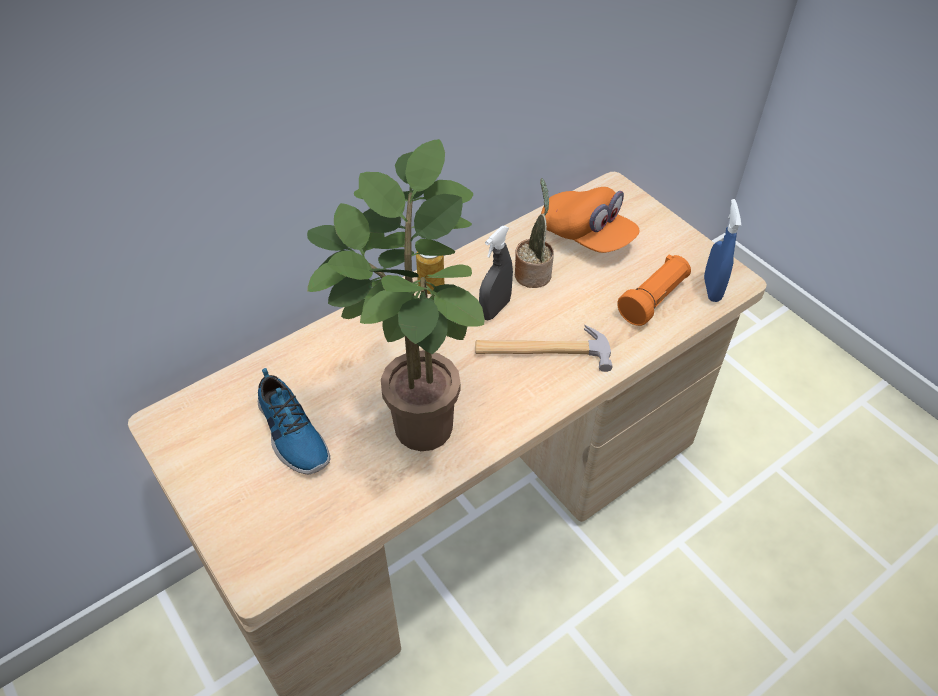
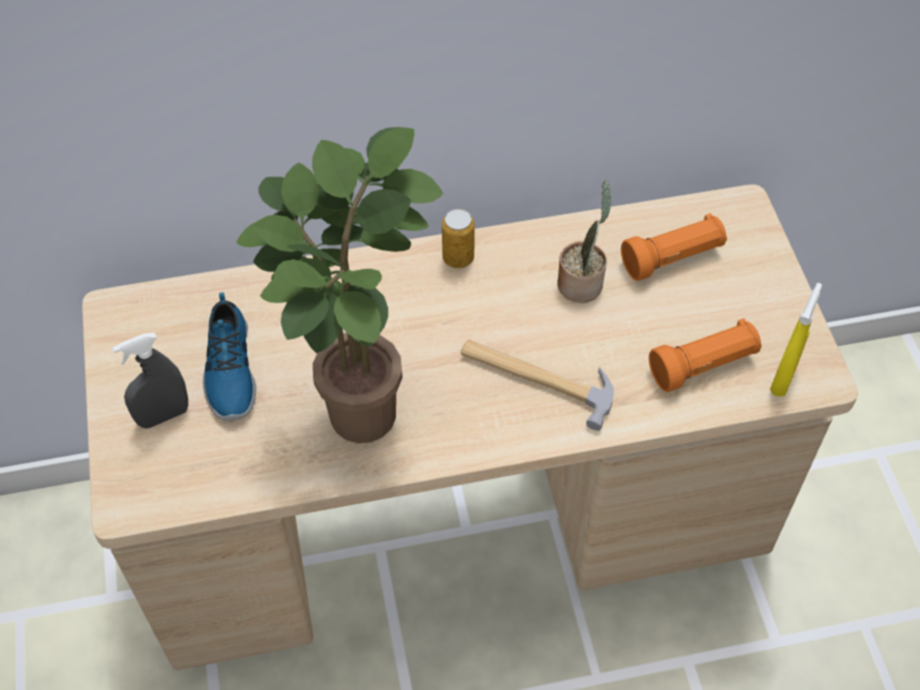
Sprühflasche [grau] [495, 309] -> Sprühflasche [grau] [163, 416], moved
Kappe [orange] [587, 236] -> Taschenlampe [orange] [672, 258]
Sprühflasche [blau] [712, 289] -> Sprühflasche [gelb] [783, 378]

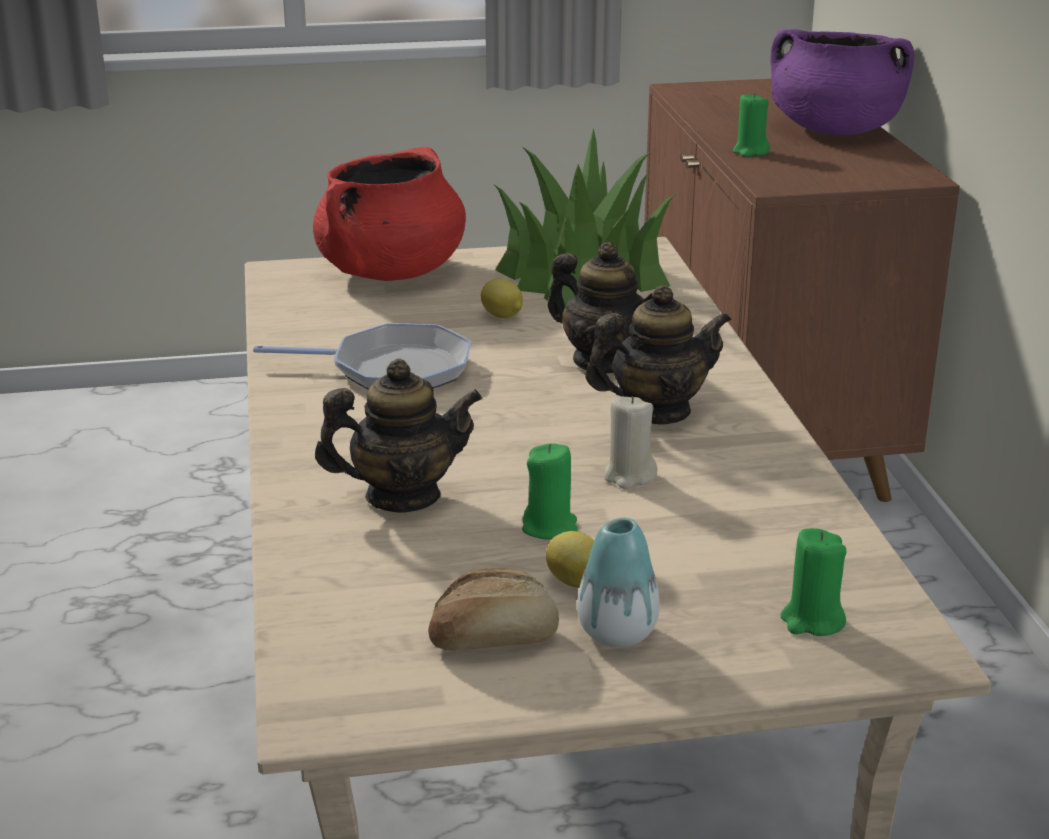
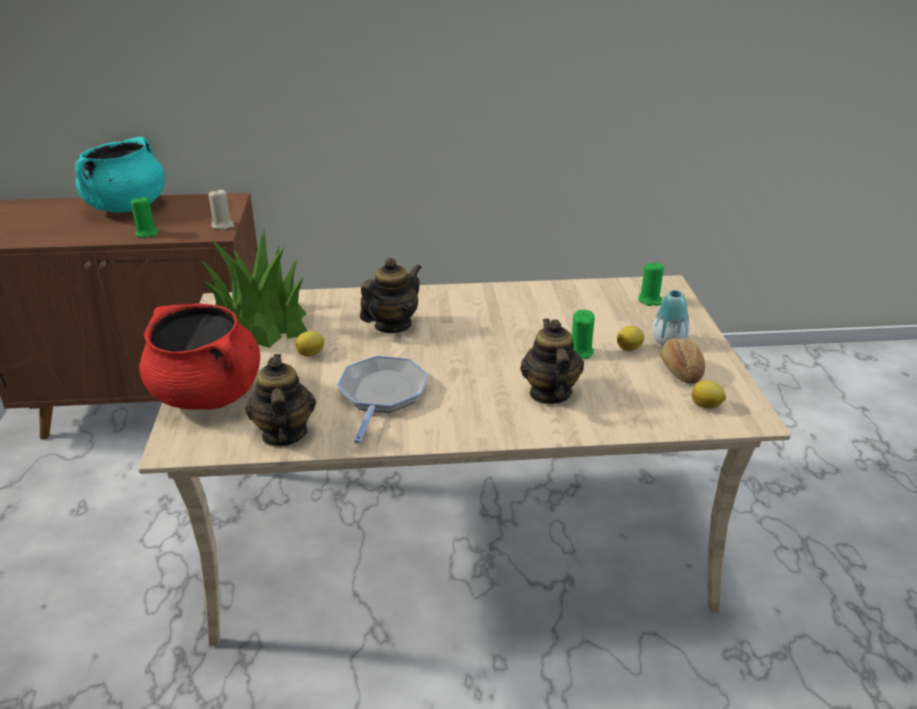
none -> Zitrone [706, 406]
Teekanne [656, 412] -> Teekanne [283, 434], moved
Kerze [beige] [629, 476] -> Kerze [beige] [223, 225], moved
Kochtopf [lila] [834, 130] -> Kochtopf [türkis] [126, 207]

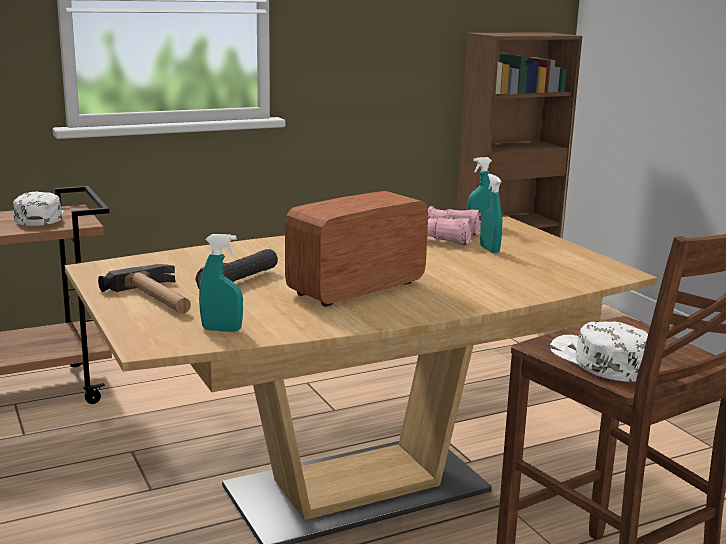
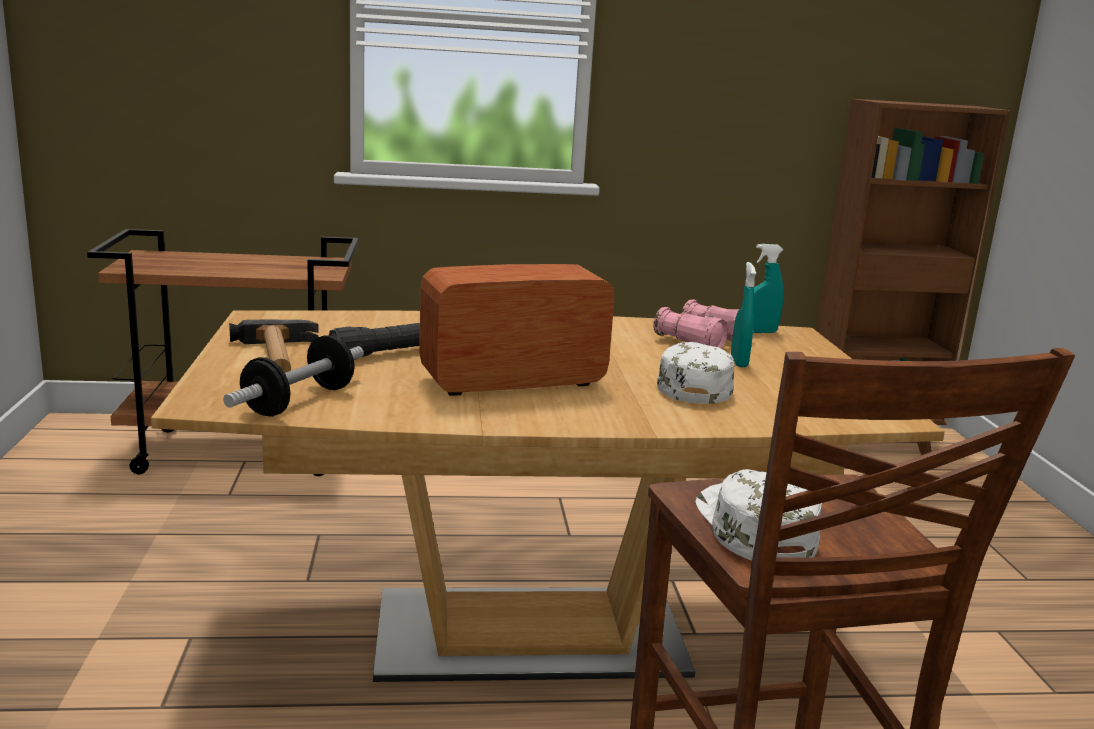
Kappe [weiß] [39, 217] -> Kappe [weiß] [693, 385], moved
Sprühflasche [türkis] [221, 330] -> Hantel [299, 401]

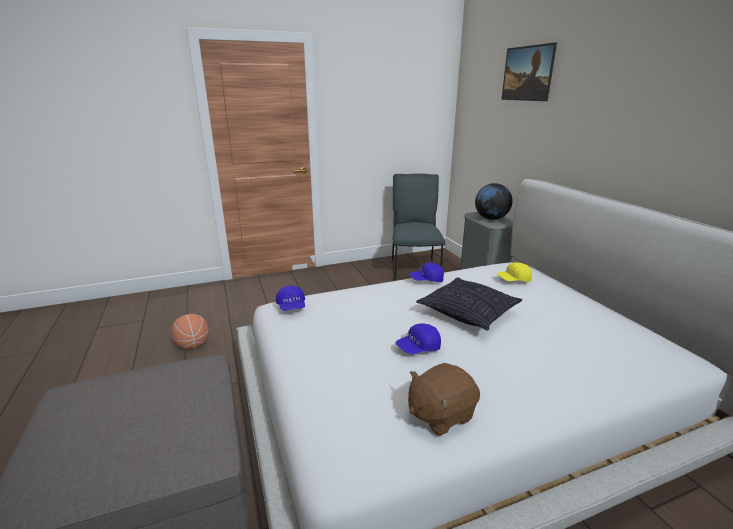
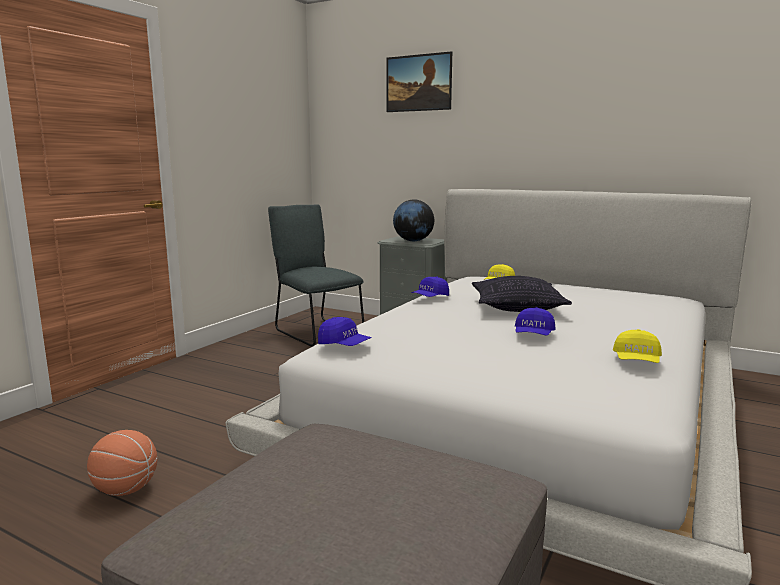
Plüschtier [braun] [440, 414] -> Kappe [gelb] [636, 361]

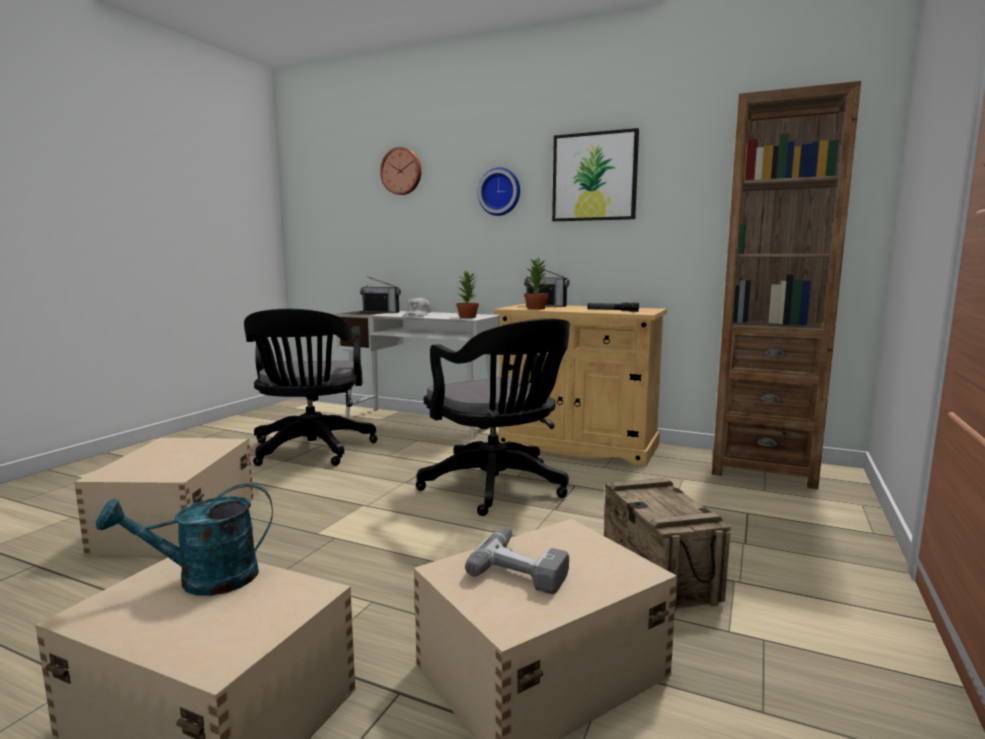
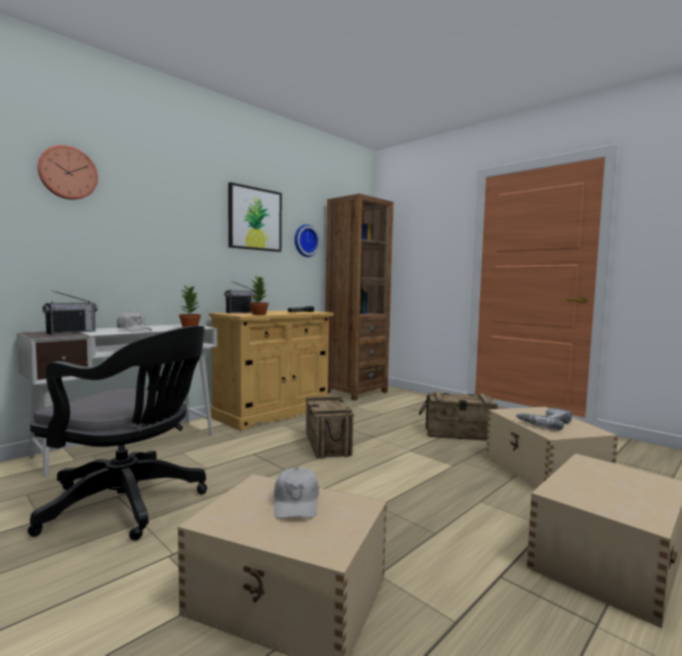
Gießkanne [türkis] [204, 580] -> none
none -> Kappe [weiß] [296, 503]
Wanduhr [500, 192] -> Wanduhr [305, 241], moved
Bürostuhl [schwarz] [498, 488] -> Kiste [328, 444]

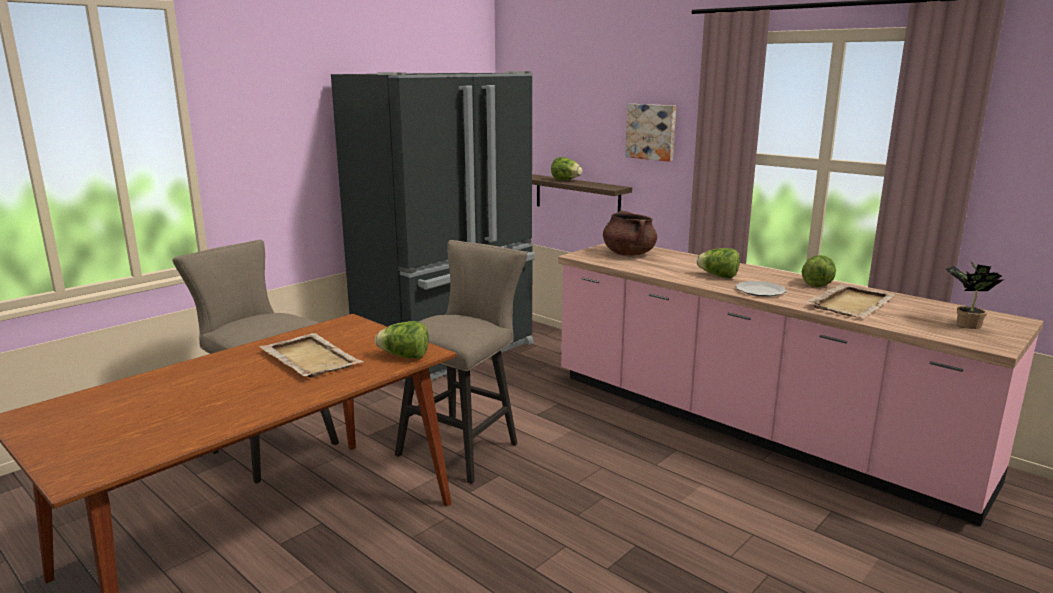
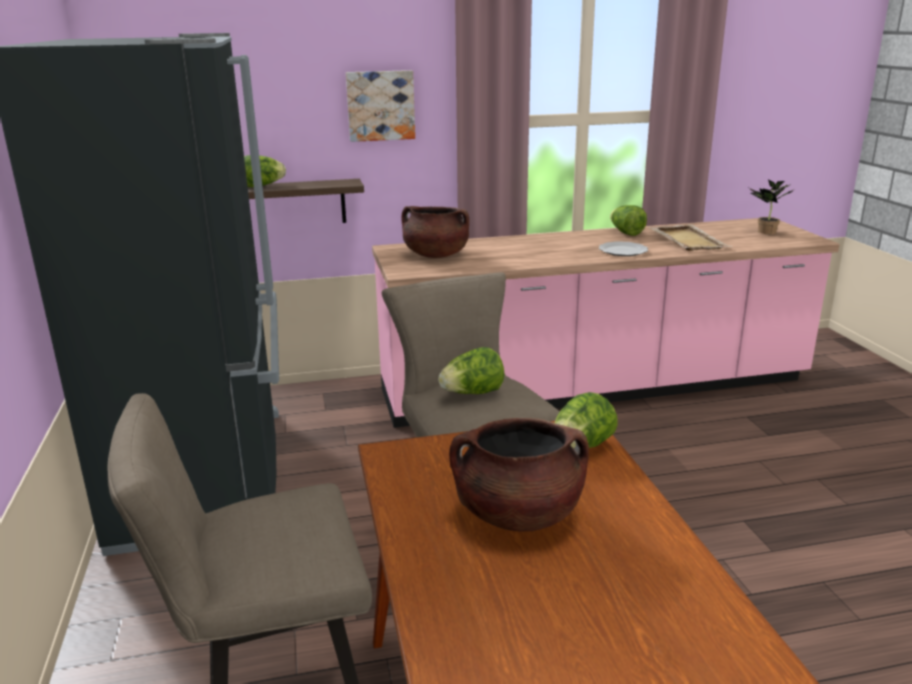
Salatkopf [718, 276] -> Salatkopf [472, 393], moved
Tablett [beige] [310, 358] -> Kochtopf [braun] [518, 514]

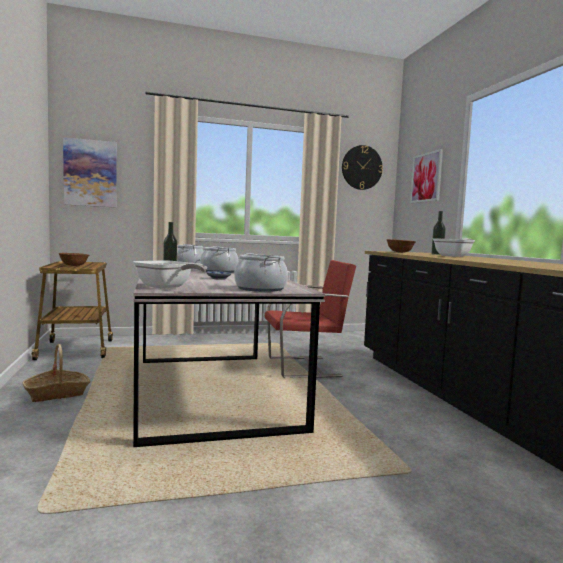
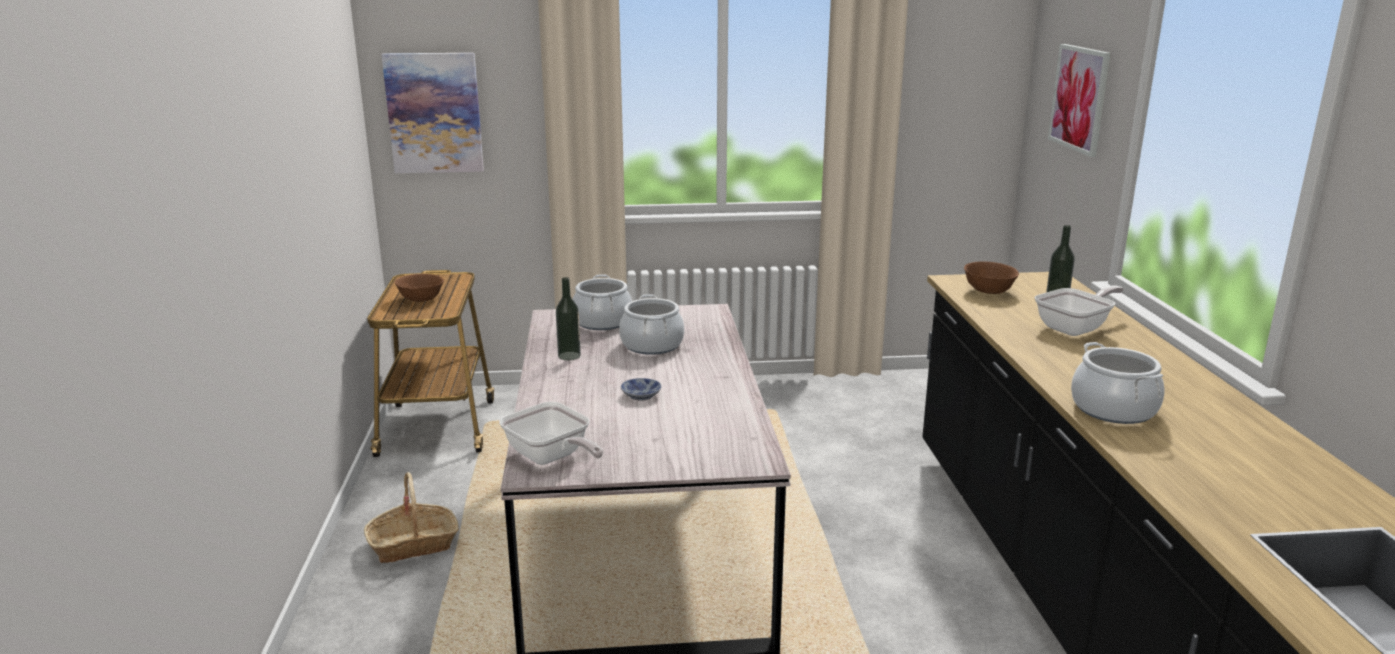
Stuhl [rot] [305, 367] -> none
Wanduhr [361, 167] -> none
Kochtopf [260, 289] -> Kochtopf [1113, 409], moved

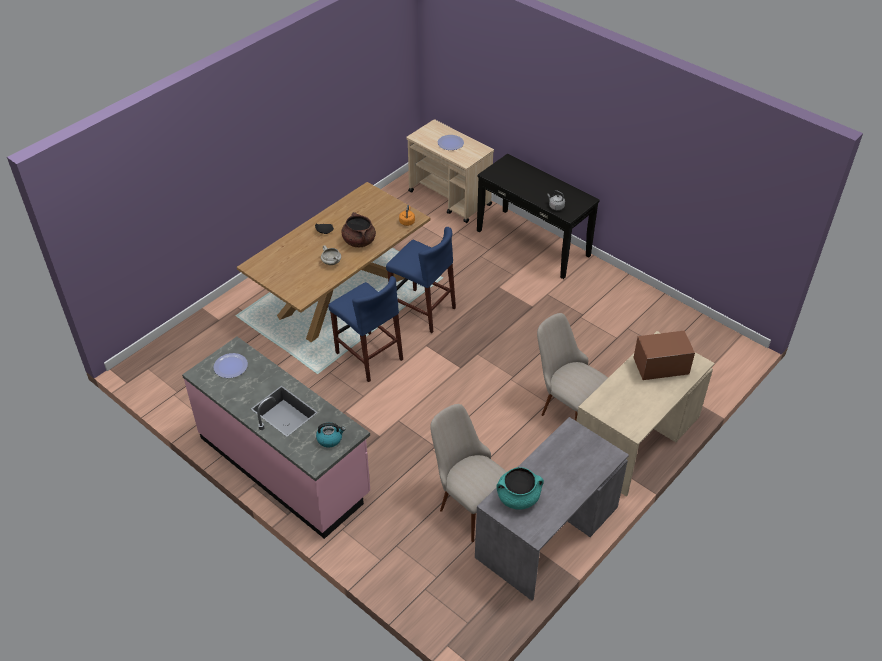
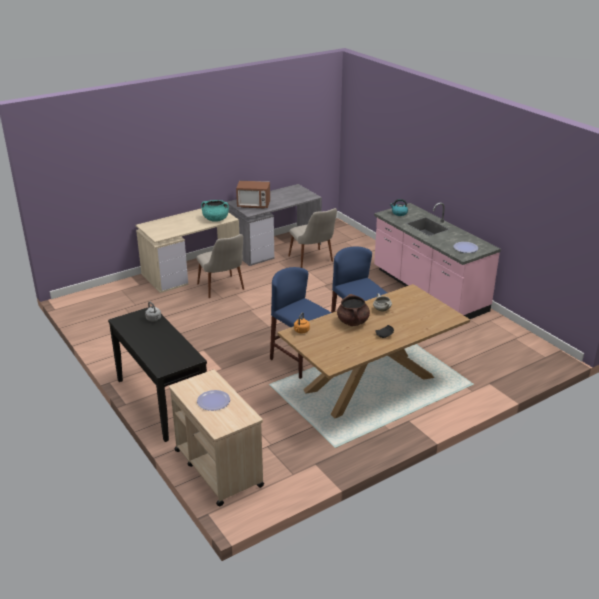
Kochtopf [türkis] [518, 497] -> Kochtopf [türkis] [215, 219], moved
Mikrowelle [660, 367] -> Mikrowelle [253, 205], moved

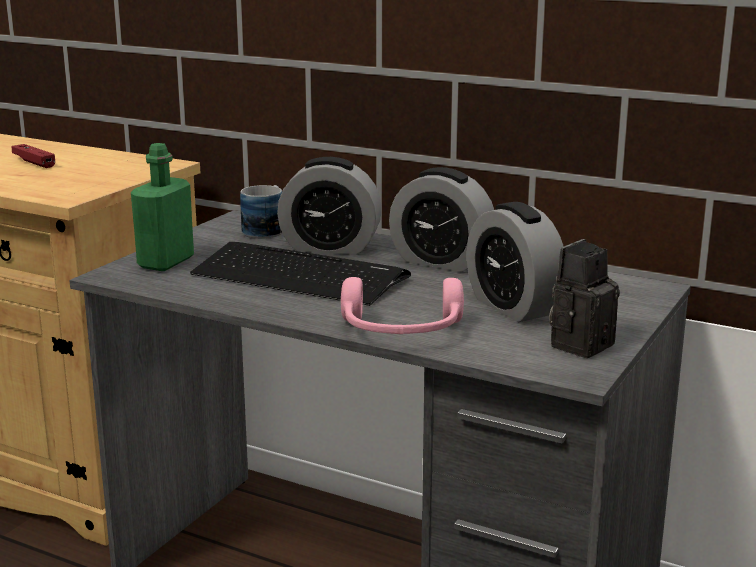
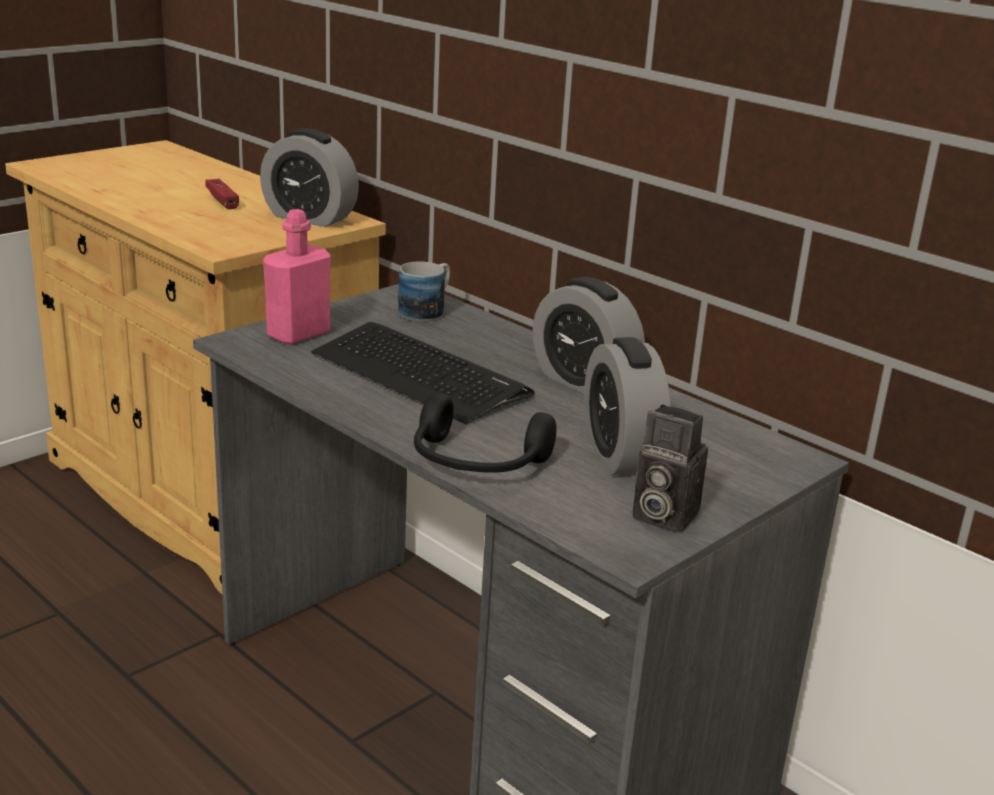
Wecker [330, 247] -> Wecker [309, 218], moved
Flasche [grün] [166, 262] -> Flasche [rosa] [298, 334]
Kopfhörer [rosa] [401, 331] -> Kopfhörer [schwarz] [476, 463]
Kamera [580, 343] -> Kamera [660, 515], 120 degrees counterclockwise

